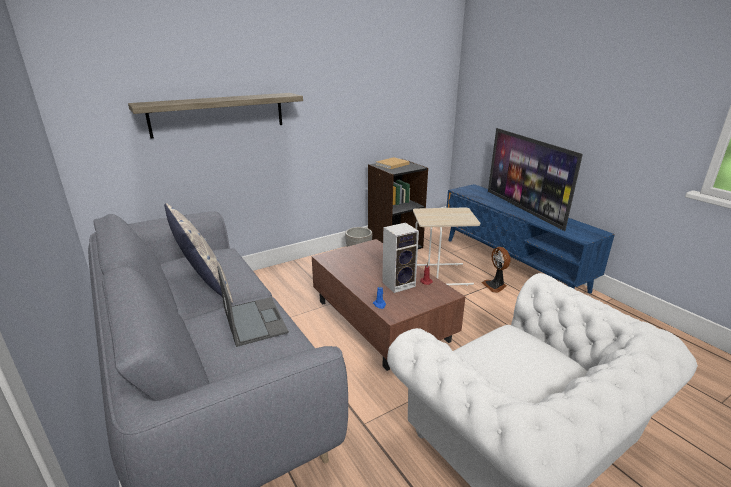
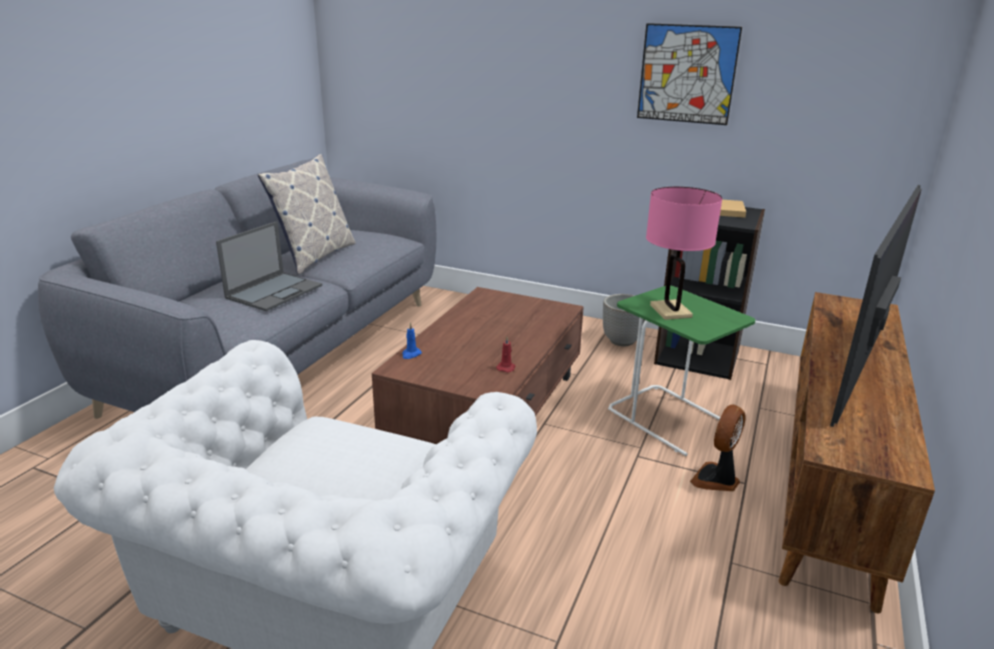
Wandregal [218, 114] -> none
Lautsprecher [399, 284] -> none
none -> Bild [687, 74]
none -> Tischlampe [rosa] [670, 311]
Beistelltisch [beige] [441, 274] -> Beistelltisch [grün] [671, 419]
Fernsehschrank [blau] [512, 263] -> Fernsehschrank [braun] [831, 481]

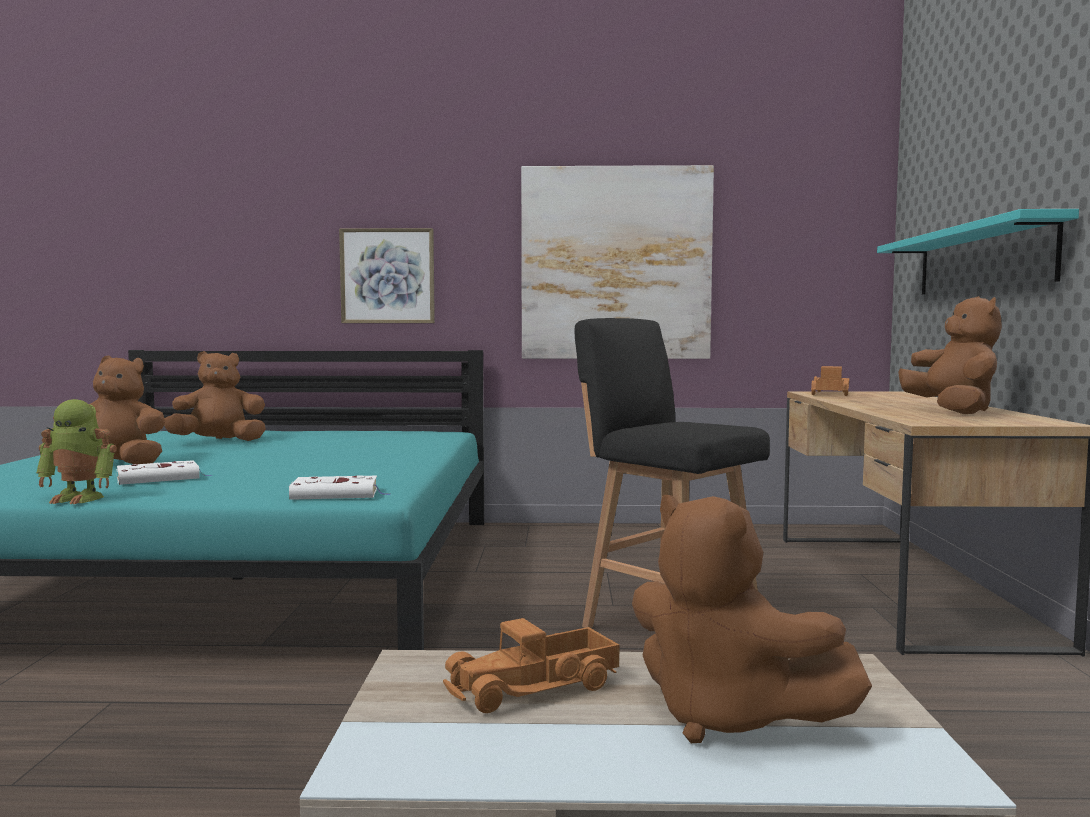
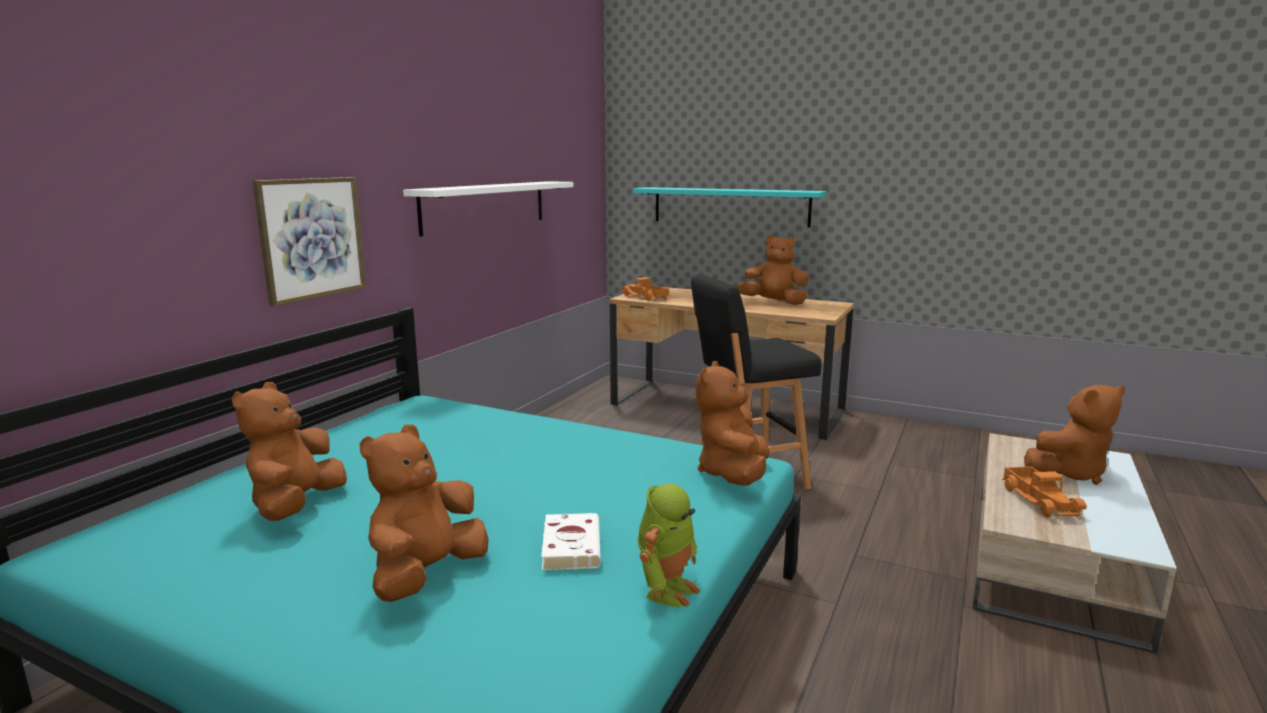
Buch [weiß] [337, 494] -> Plüschtier [braun] [733, 474]
Bild [616, 263] -> Wandregal [weiß] [485, 206]

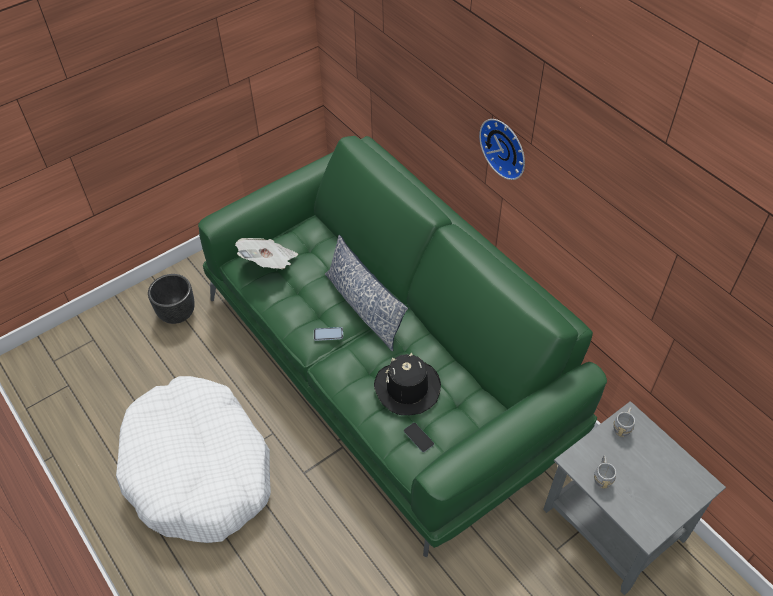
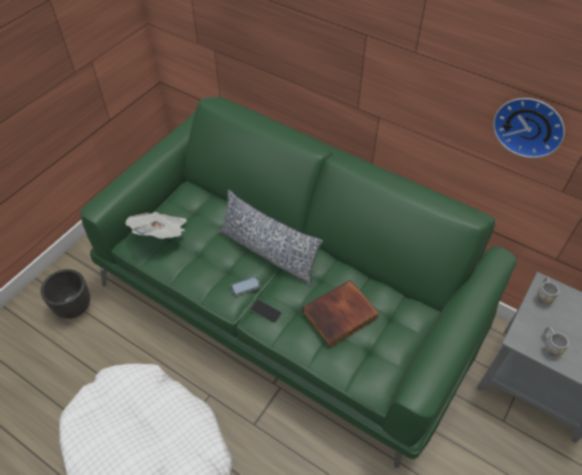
Handy [418, 437] -> Handy [266, 311], moved
Wanduhr [506, 147] -> Wanduhr [530, 125], moved
Hut [schwarz] [407, 388] -> Buch [340, 316]

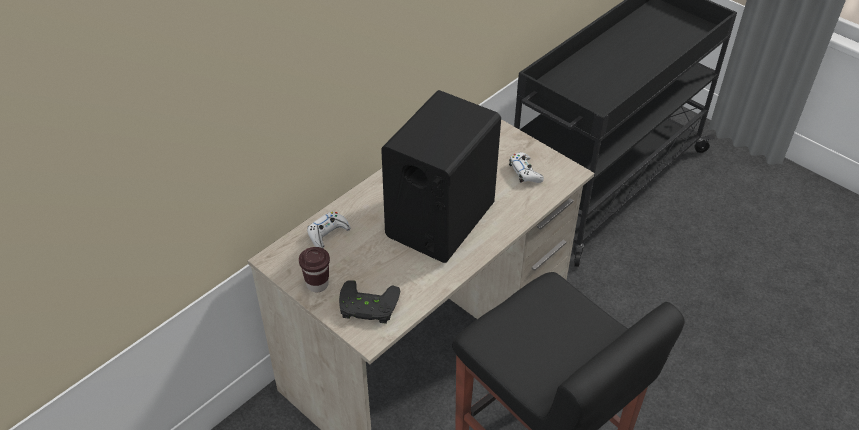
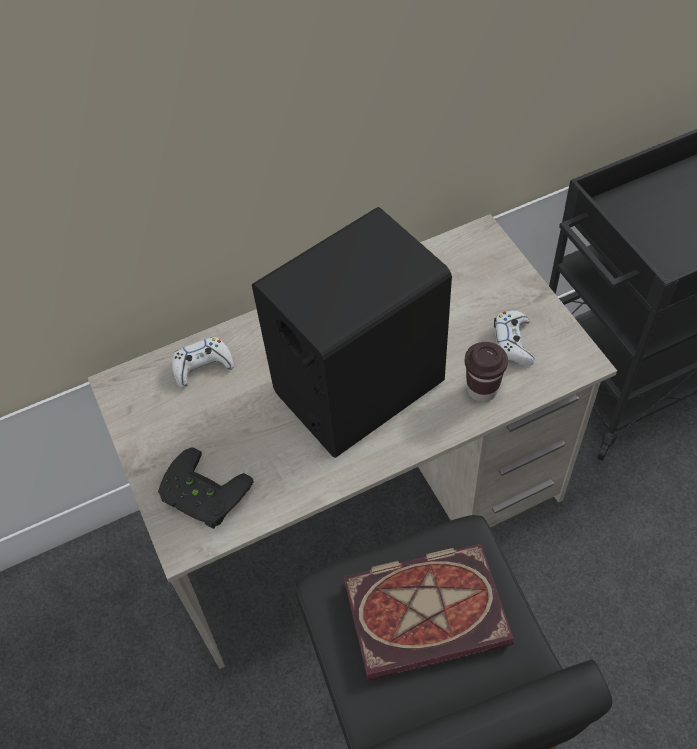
none -> Buch [429, 608]
Tasse [braun] [317, 284] -> Tasse [braun] [482, 390], moved

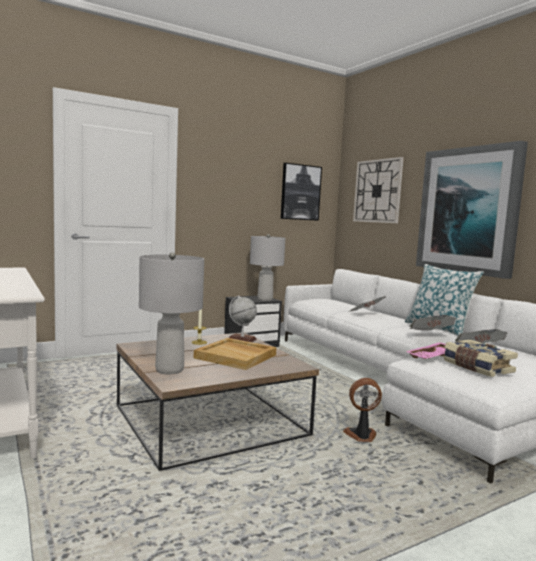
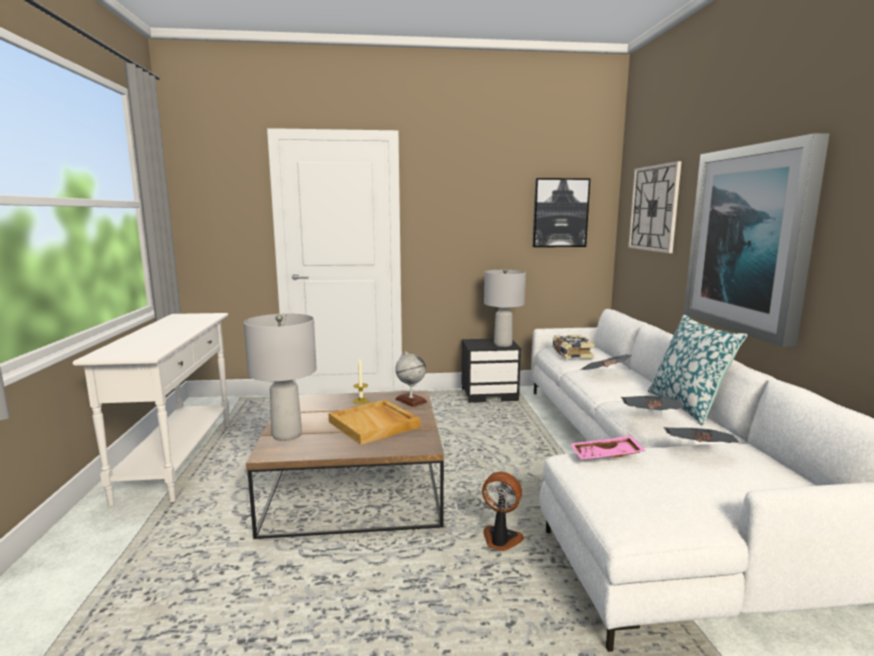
Buch [477, 368] -> Buch [571, 354], moved

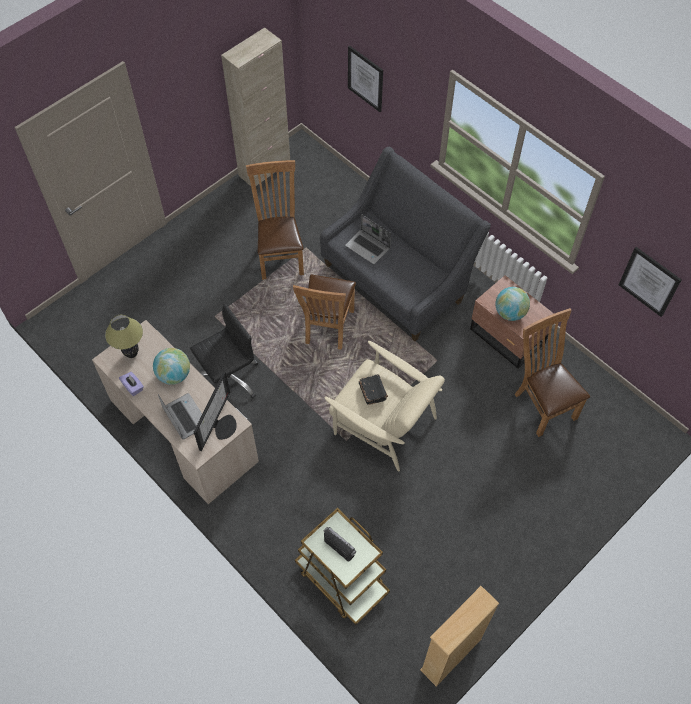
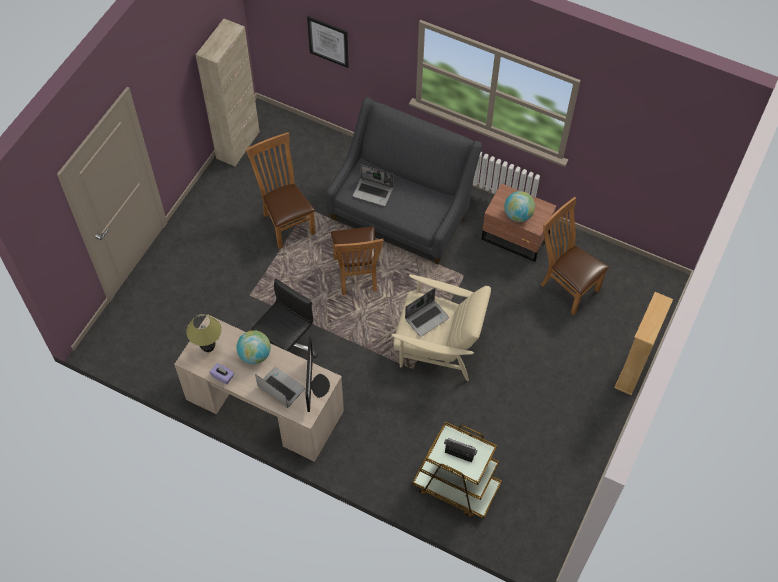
Bild [649, 281] -> none
Bücherregal [beige] [451, 654] -> Bücherregal [beige] [632, 370], moved
Buch [schwarz] [373, 391] -> Laptop [427, 318]

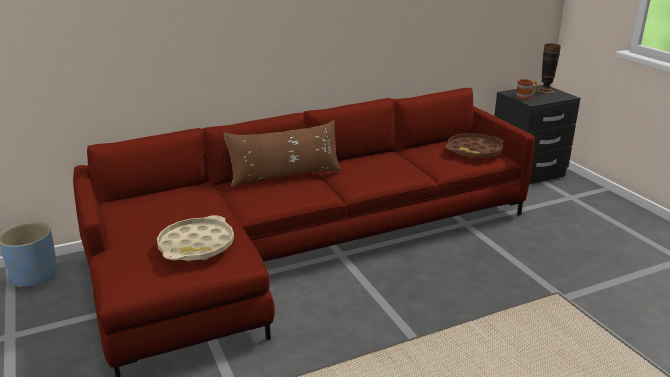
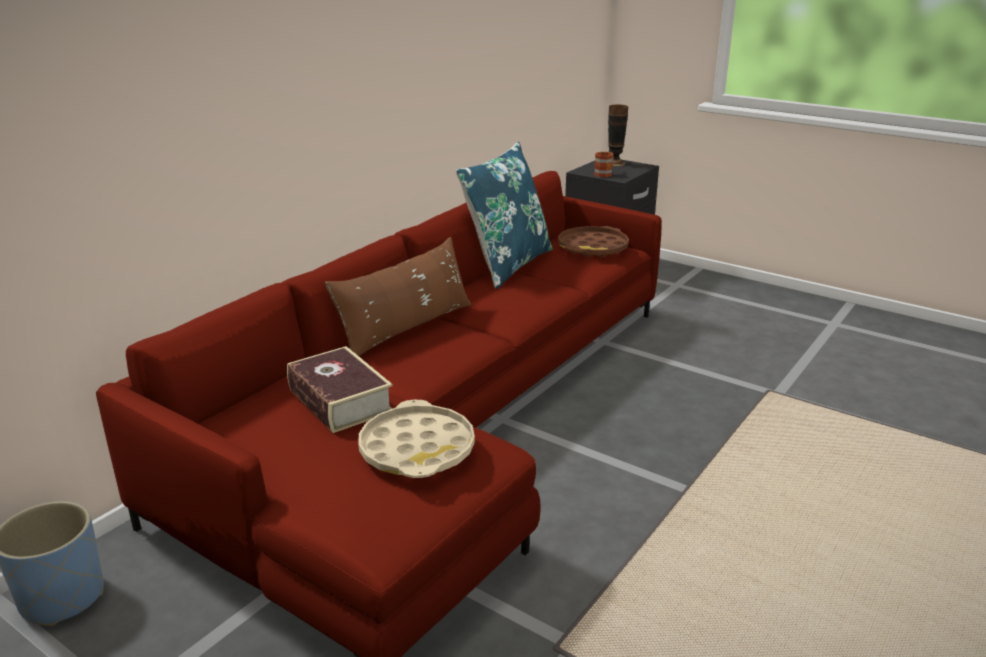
none -> Buch [340, 401]
none -> Kissen [blau] [507, 265]

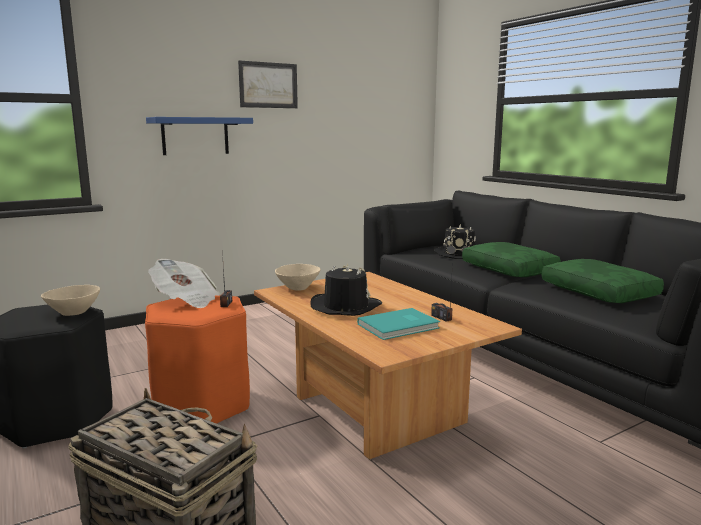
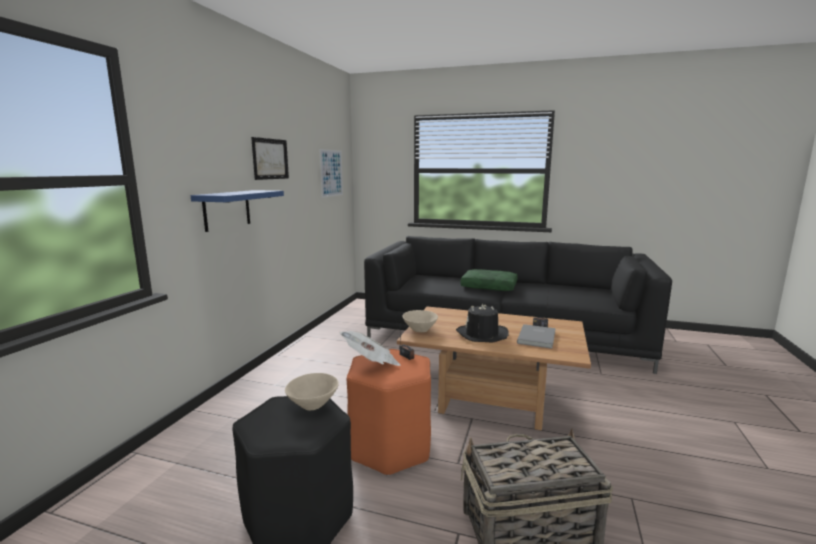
Hut [schwarz] [459, 253] -> none
Kissen [grün] [600, 292] -> none
none -> Bild [331, 173]
Buch [türkis] [400, 326] -> Buch [grau] [538, 337]

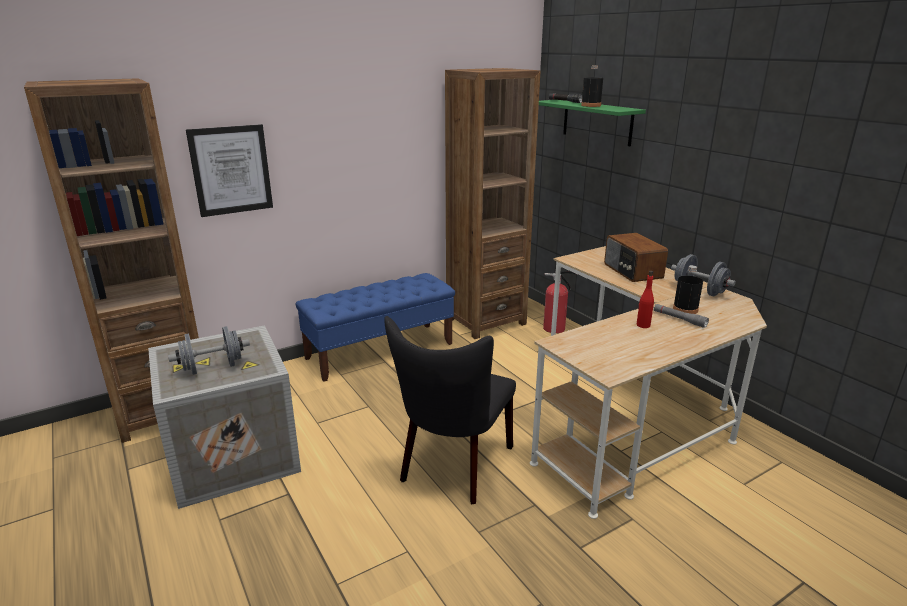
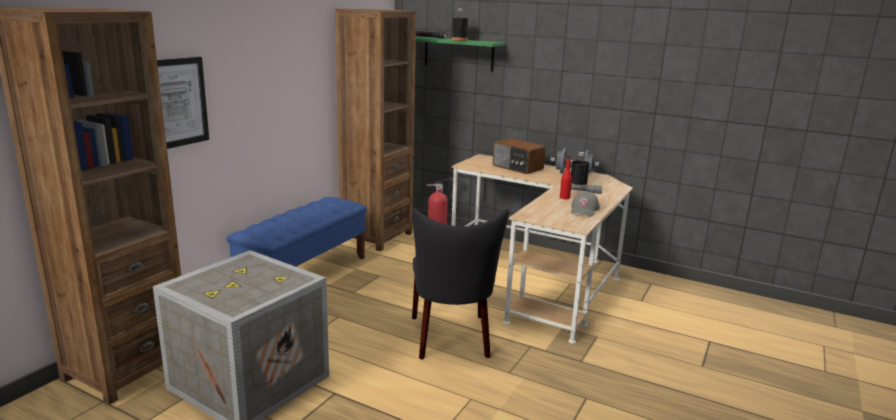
Hantel [grau] [213, 368] -> none
none -> Kappe [grau] [584, 210]

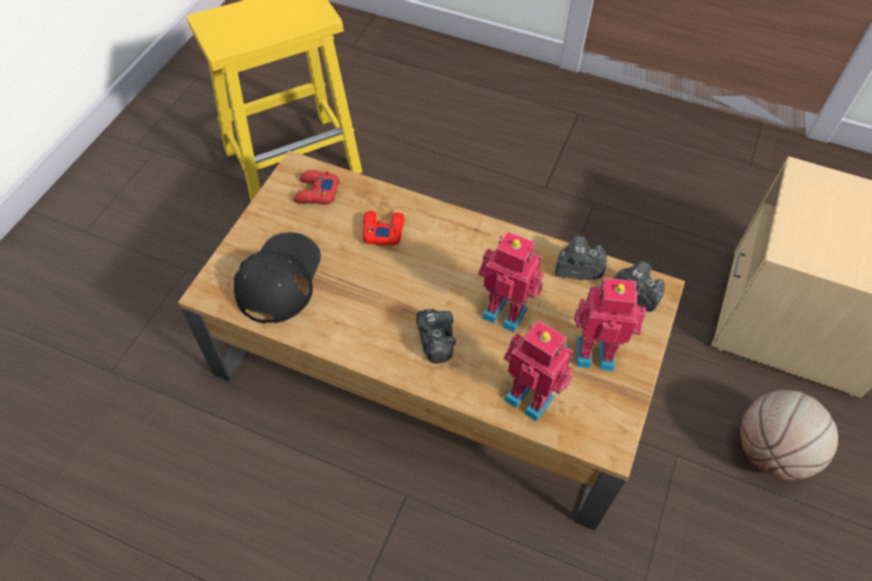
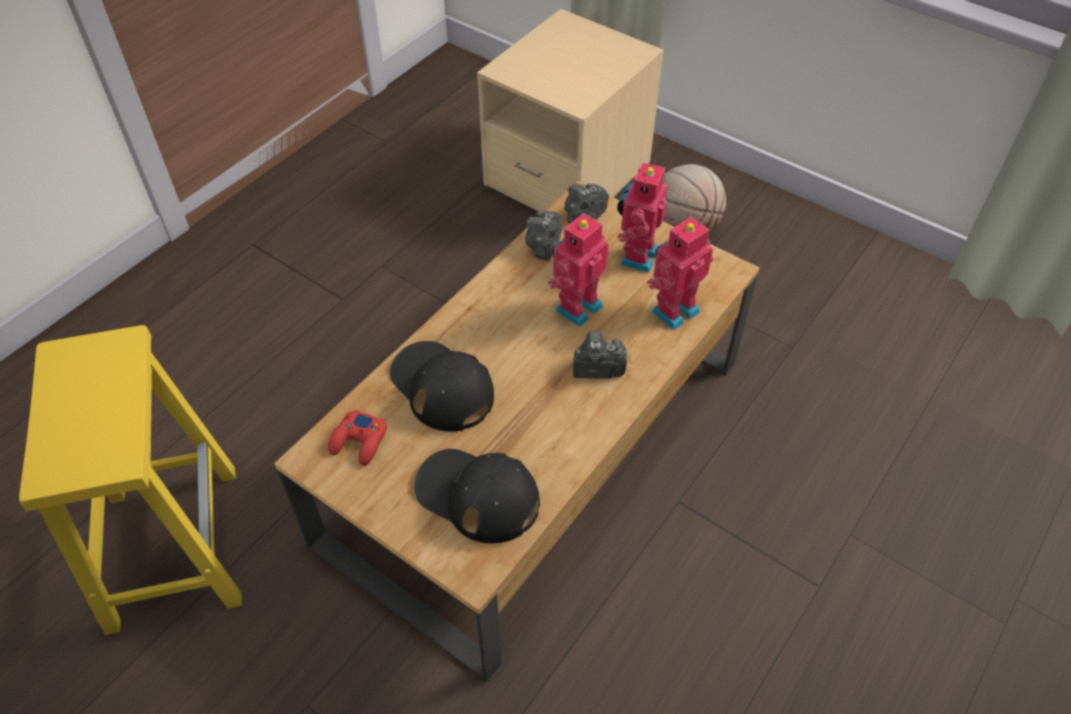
Gamepad [rot] [382, 230] -> Kappe [schwarz] [441, 387]

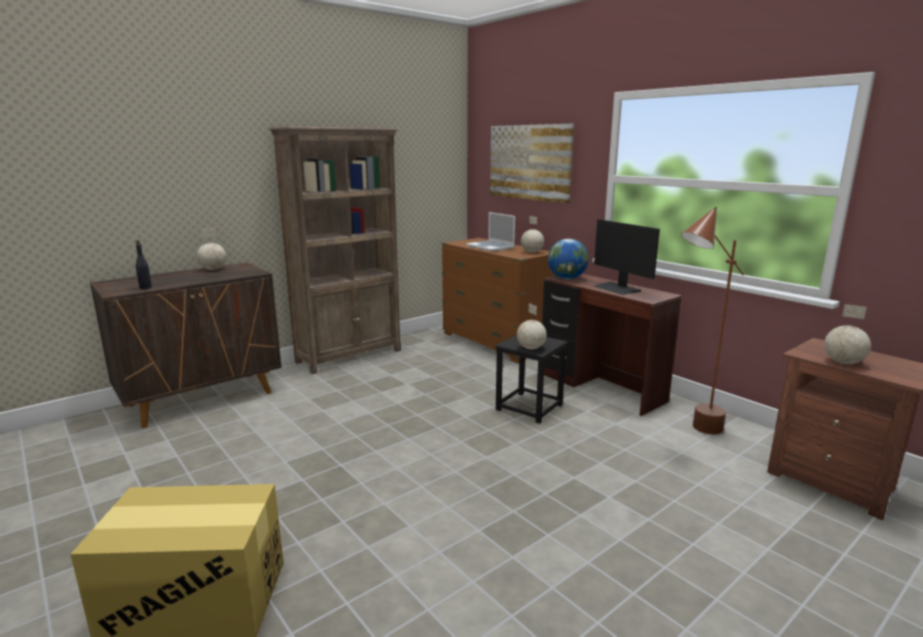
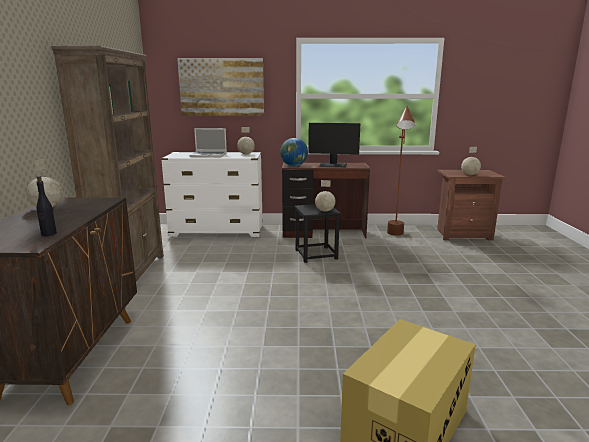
Kommode [braun] [496, 343] -> Kommode [weiß] [217, 231]

